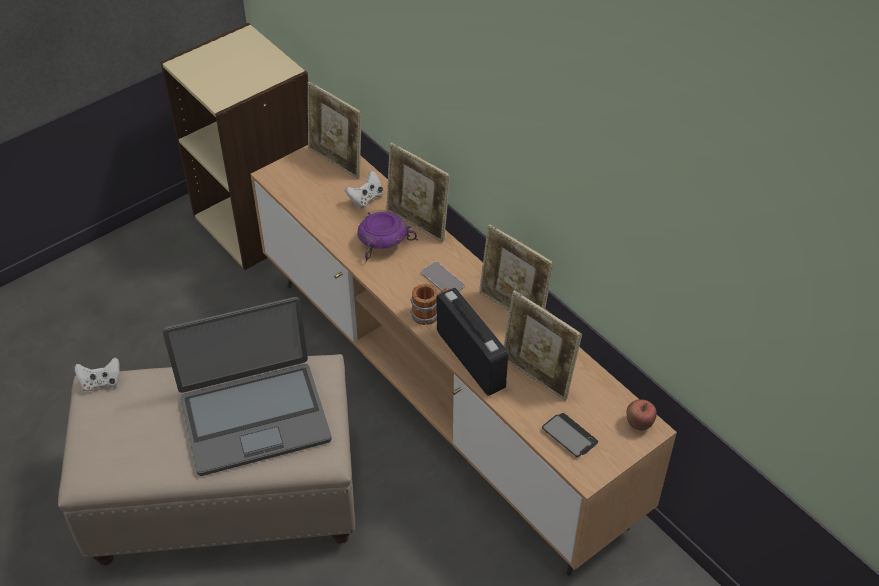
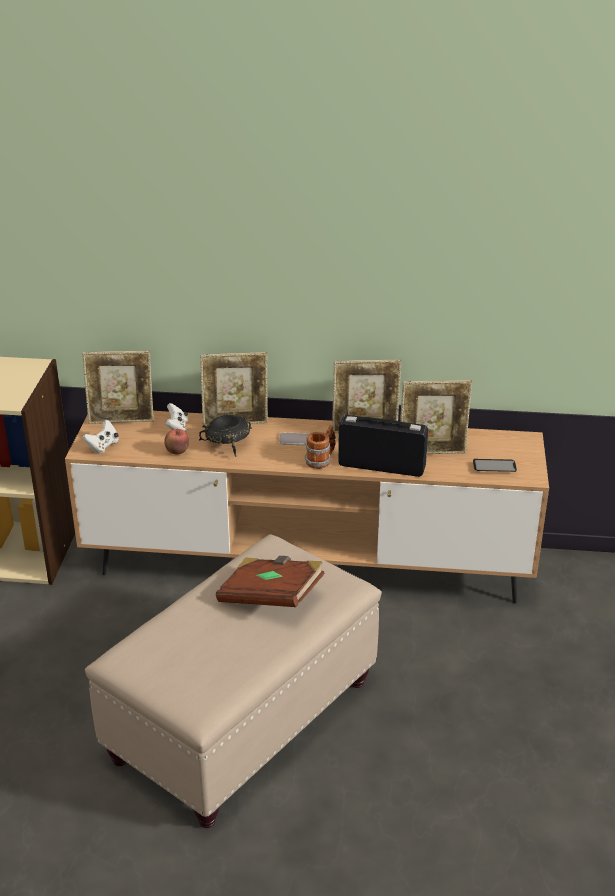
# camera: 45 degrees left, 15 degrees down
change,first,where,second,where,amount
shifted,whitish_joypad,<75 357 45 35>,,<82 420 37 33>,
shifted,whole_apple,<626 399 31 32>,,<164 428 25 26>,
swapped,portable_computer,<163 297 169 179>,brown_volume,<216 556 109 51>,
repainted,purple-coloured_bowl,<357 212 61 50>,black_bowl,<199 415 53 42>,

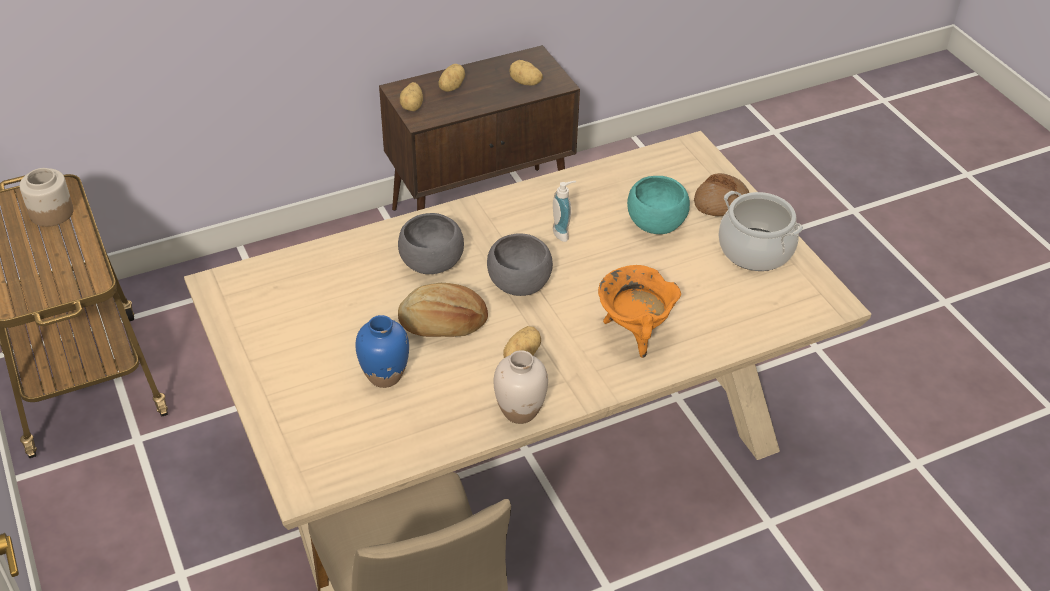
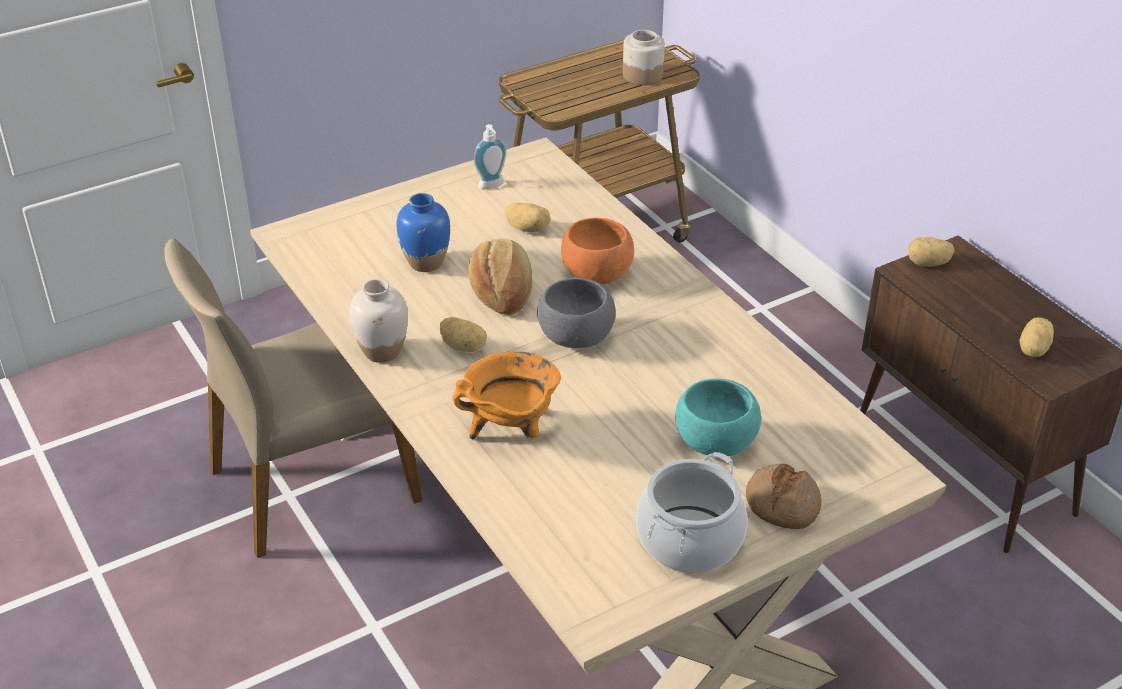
# camera: 85 degrees right, 5 degrees down
change,first,where,second,where,amount
shifted,whole_potato,<438 64 27 28>,,<505 203 46 29>,
shifted,soap_dispenser,<553 181 23 61>,,<474 124 33 66>,
repainted,gray_bowl,<398 213 66 61>,orange_bowl,<561 218 73 67>,

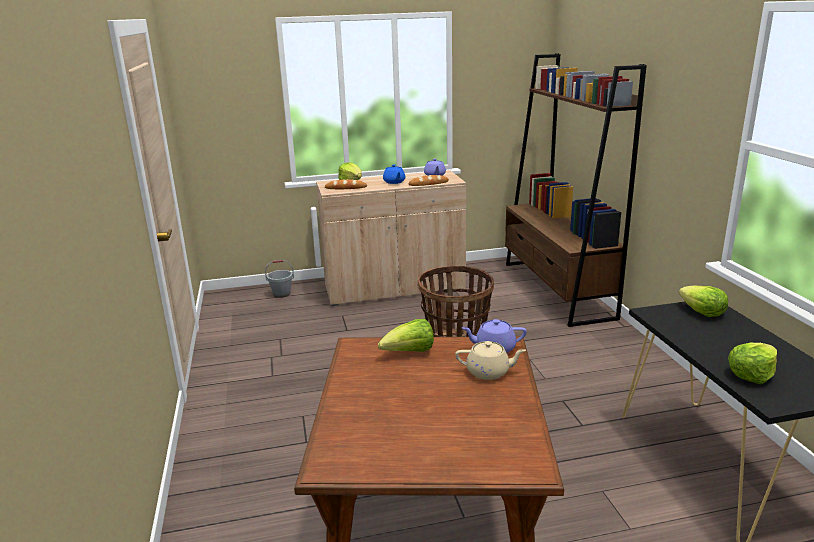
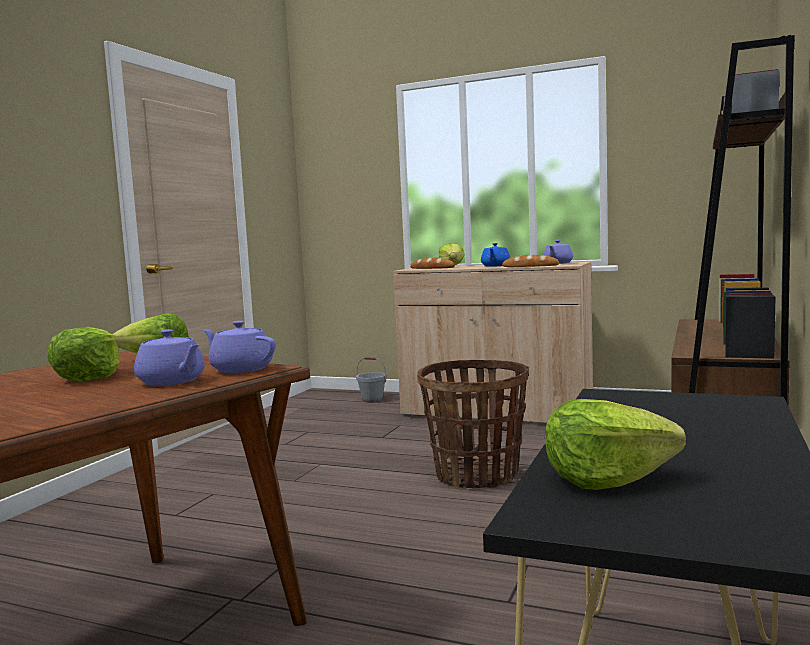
# camera: 35 degrees right, 15 degrees down
change,first,where,second,where,amount
shifted,lettuce,<679 286 49 31>,,<47 327 74 54>,
repainted,beige_tea_pot,<455 341 71 39>,purple-coloured_tea_pot,<134 329 71 57>,

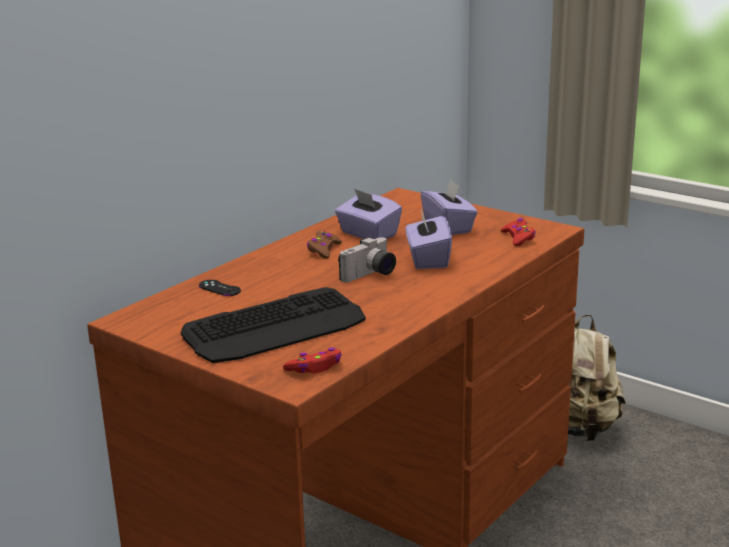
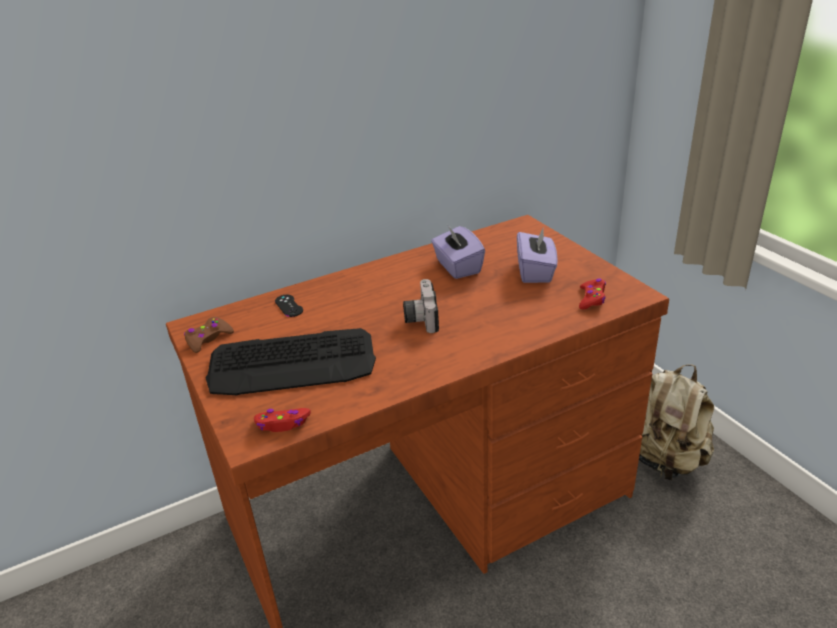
# camera: 25 degrees right, 10 degrees up
change,first,where,second,where,amount
gone,purple-coloured_tissue_box,<405 209 47 60>,,,
shifted,brown_joypad,<307 231 35 28>,,<184 317 50 36>,
rotated,photo_camera,<338 237 58 45>,,<403 279 36 54>,105 degrees clockwise

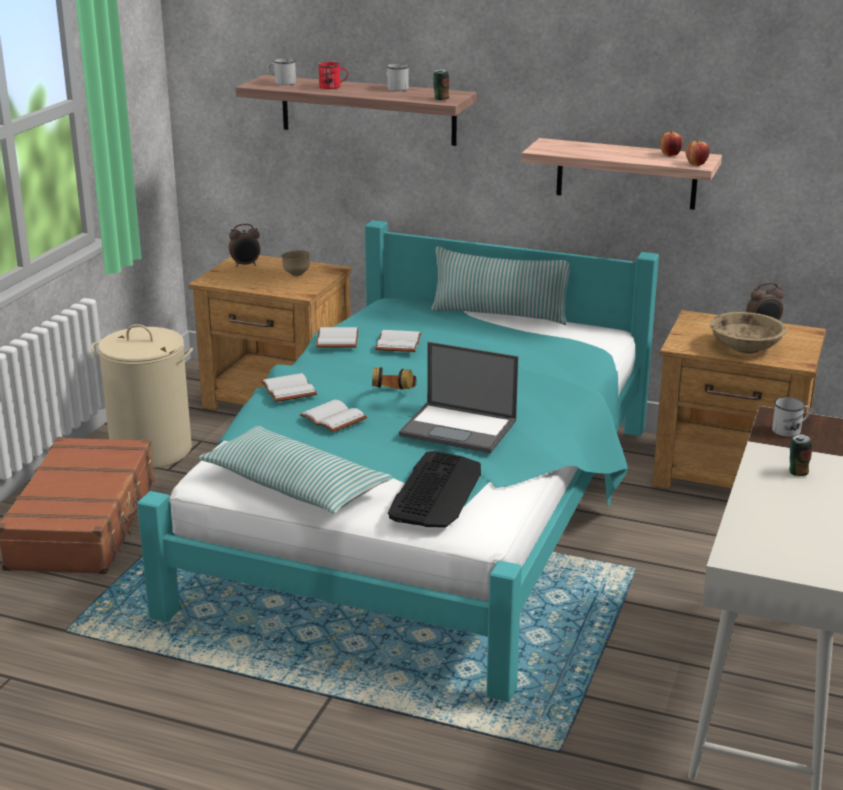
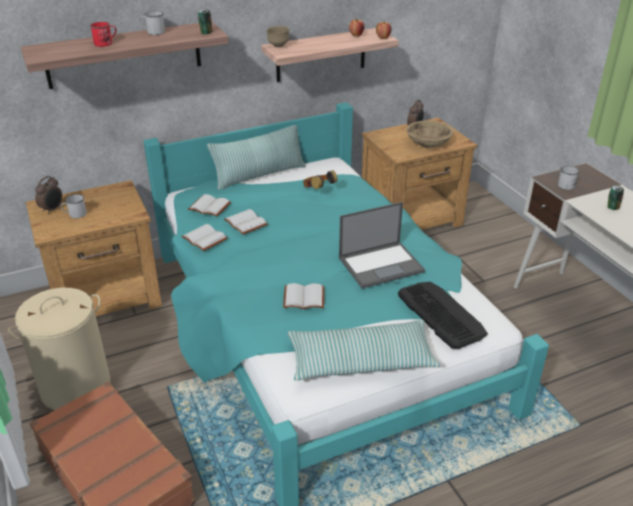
# camera: 45 degrees left, 10 degrees up
change,first,where,second,where,amount
shifted,whitish_volume,<261 373 56 29>,,<188 194 43 23>,
shifted,whitish_tea_mug,<269 58 27 27>,,<60 194 27 24>,
shifted,brown_bowl,<281 250 29 26>,,<266 26 23 22>,
shifted,headphones,<372 367 45 23>,,<303 170 35 19>,

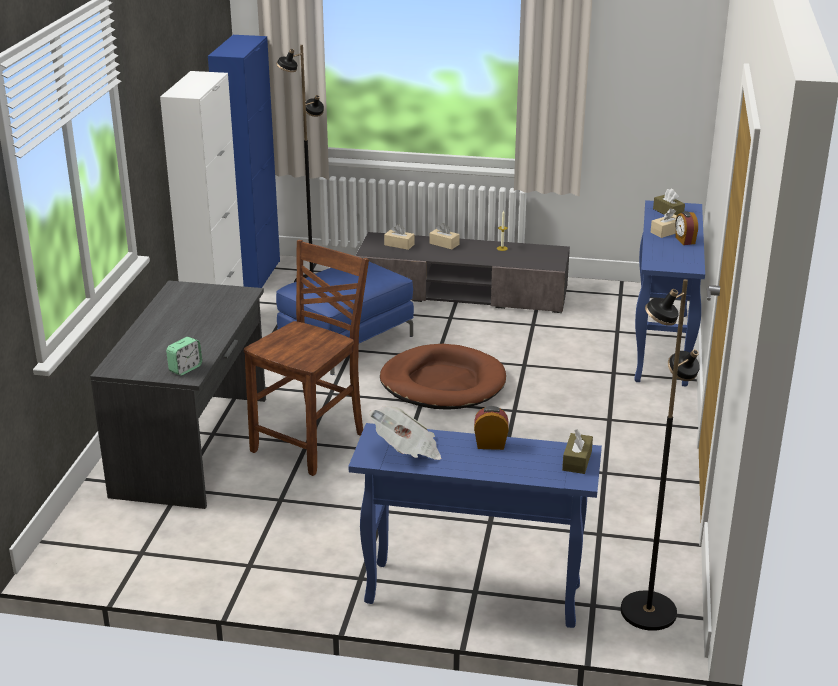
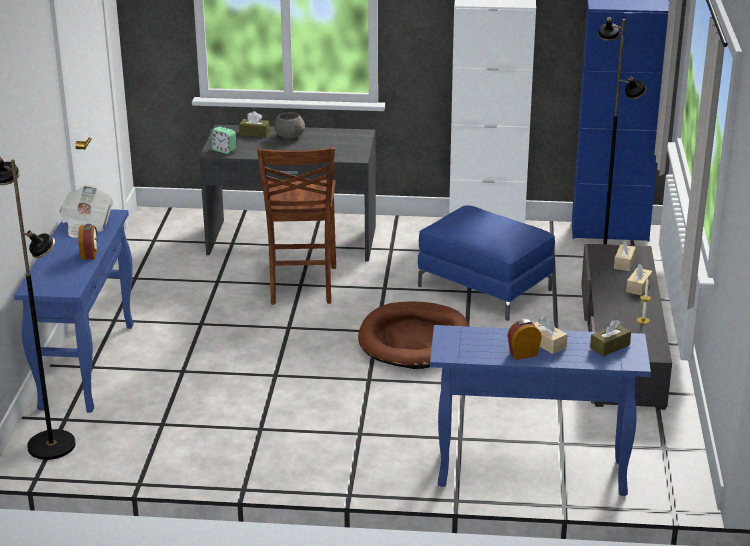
# camera: 85 degrees right, 0 degrees up
change,first,where,second,where,amount
new,,,gray_bowl,<274 112 31 27>,
shifted,brown_tissue_box,<562 429 31 45>,,<239 111 31 26>,
rotated,brown_chair,<244 240 125 236>,,<257 147 79 158>,60 degrees clockwise

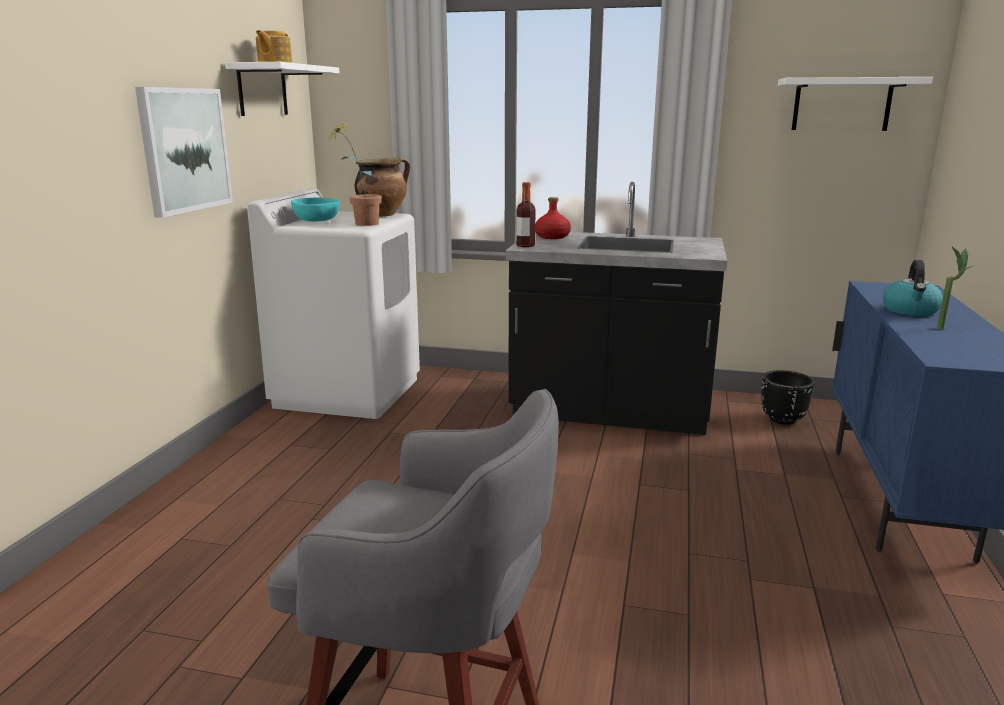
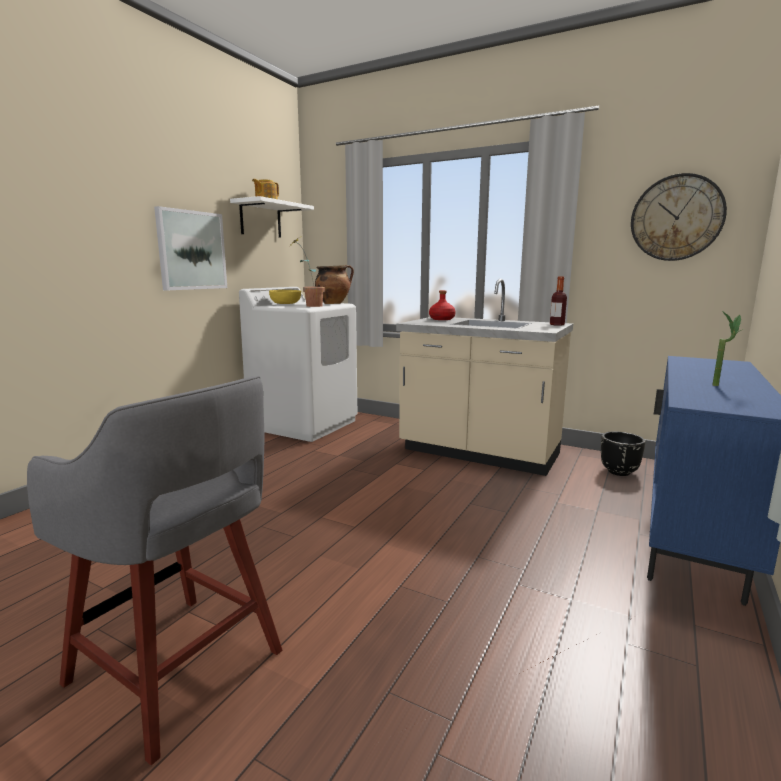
# camera: 15 degrees right, 5 degrees down
change,first,where,second,where,amount
gone,kettle,<883 260 60 56>,,,
shifted,bottle,<516 182 20 65>,,<550 277 17 49>,
swapped,whitish_shelf,<778 77 155 54>,clock_on_the_wall,<631 173 96 88>,
repainted,turquoise-coloured_bowl,<291 198 49 23>,yellow-coloured_bowl,<269 290 32 14>,
repainted,black_kitchen_counter,<506 182 221 253>,beige_kitchen_counter,<396 279 177 197>,

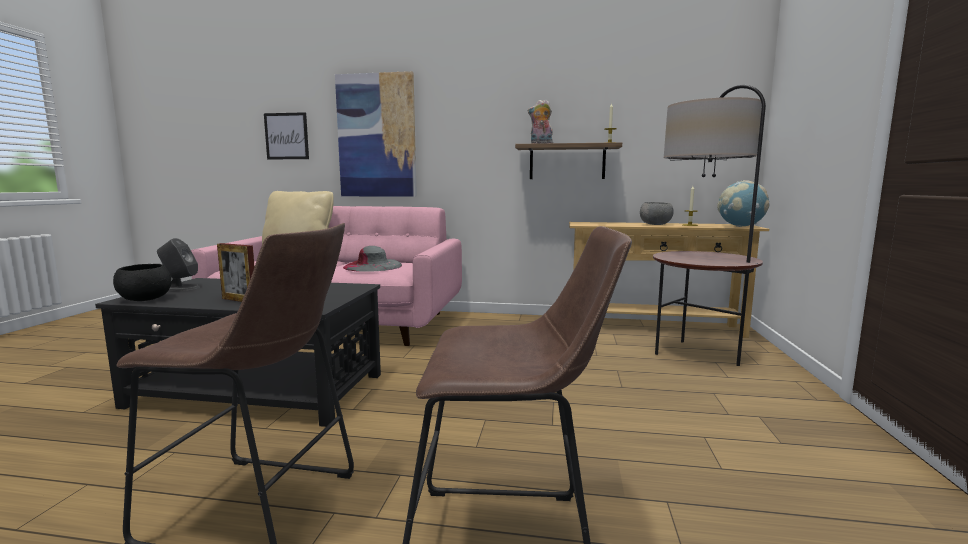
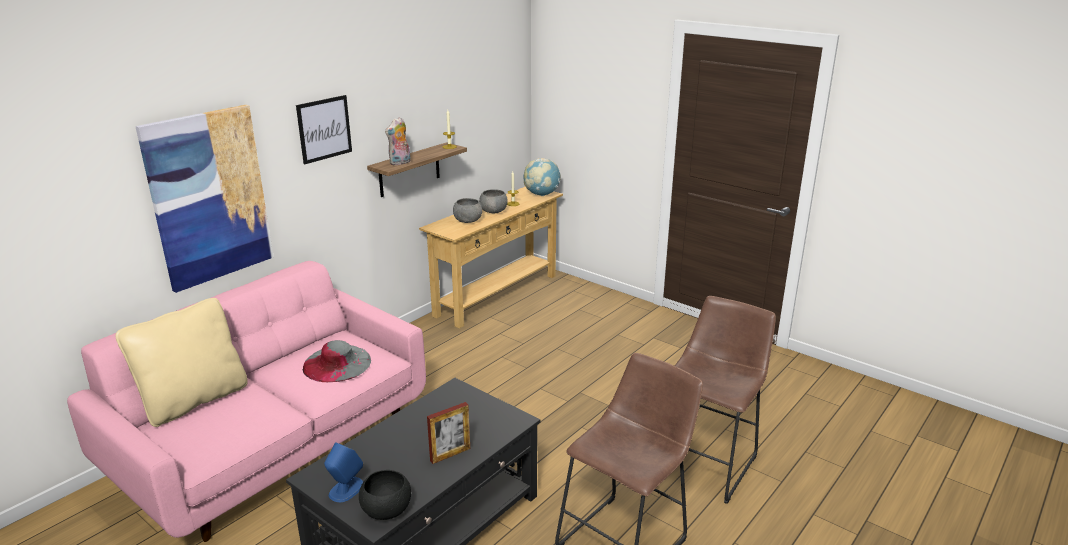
# camera: 60 degrees left, 15 degrees up
change,first,where,second,where,amount
gone,floor_lamp,<653 85 113 281>,,,
new,,,gray_bowl,<453 198 29 25>,
shifted,wall_art,<264 112 45 47>,,<296 95 56 69>,
repainted,gray_speaker,<157 238 42 53>,blue_speaker,<324 442 40 60>,

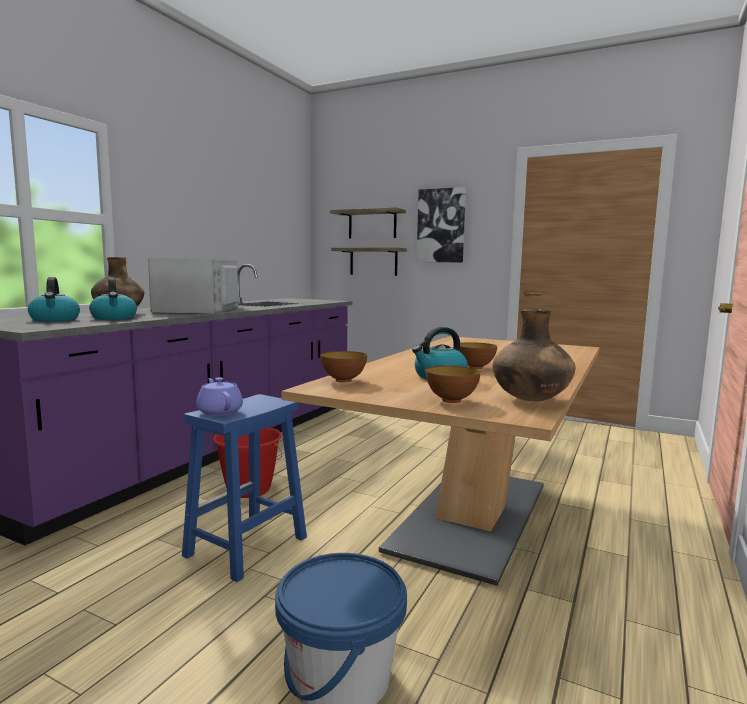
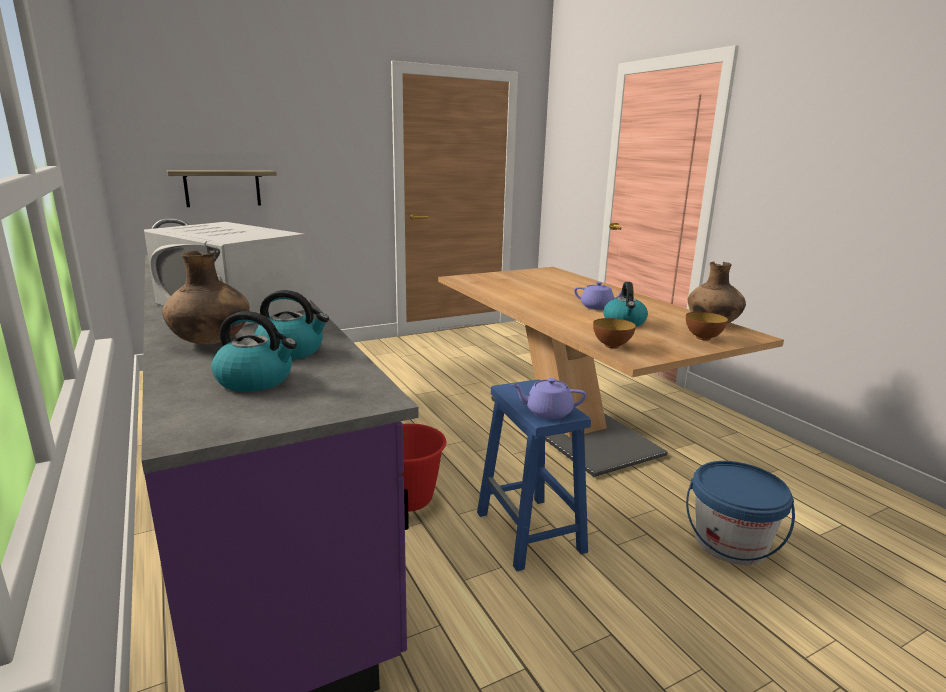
# camera: 55 degrees left, 10 degrees up
change,first,where,second,where,amount
gone,shelf,<330 207 76 32>,,,
gone,wall_art,<417 187 49 75>,,,
swapped,bowl,<459 342 38 27>,purple-coloured_tea_pot,<574 282 48 28>,

